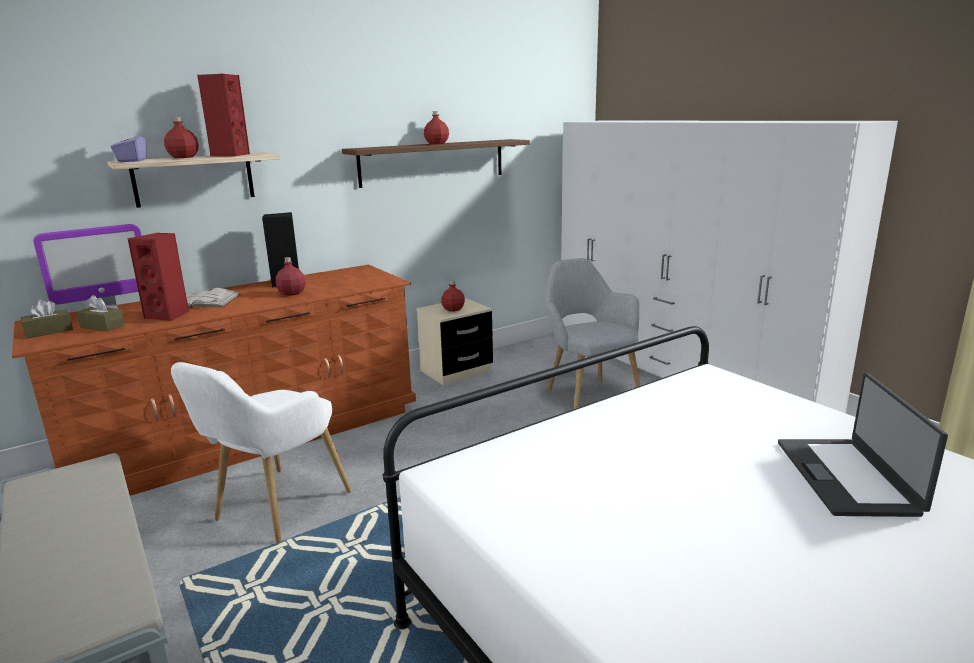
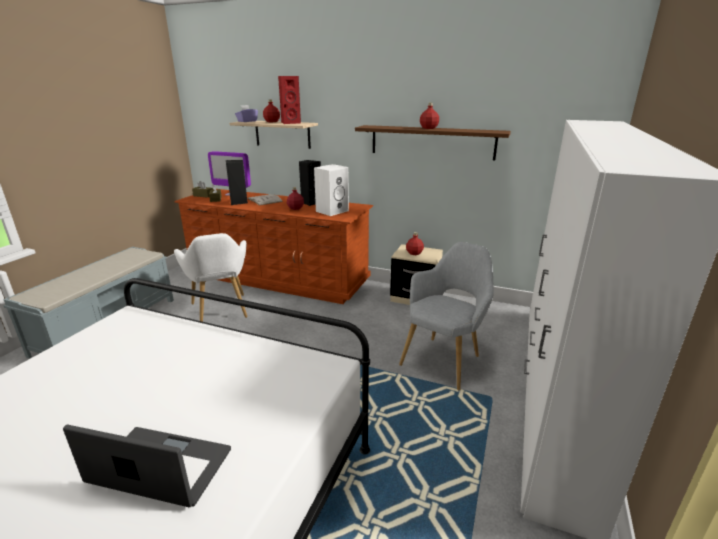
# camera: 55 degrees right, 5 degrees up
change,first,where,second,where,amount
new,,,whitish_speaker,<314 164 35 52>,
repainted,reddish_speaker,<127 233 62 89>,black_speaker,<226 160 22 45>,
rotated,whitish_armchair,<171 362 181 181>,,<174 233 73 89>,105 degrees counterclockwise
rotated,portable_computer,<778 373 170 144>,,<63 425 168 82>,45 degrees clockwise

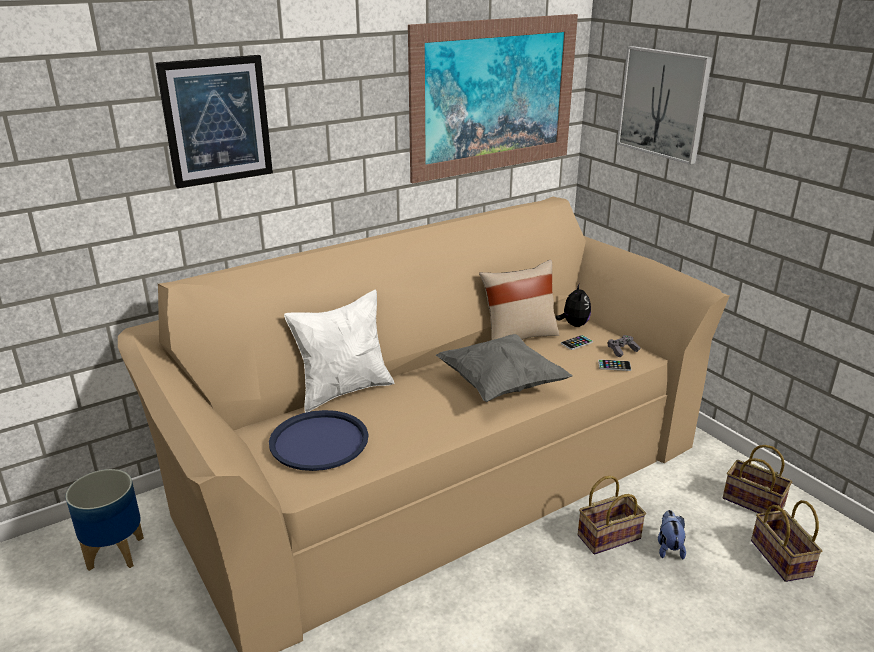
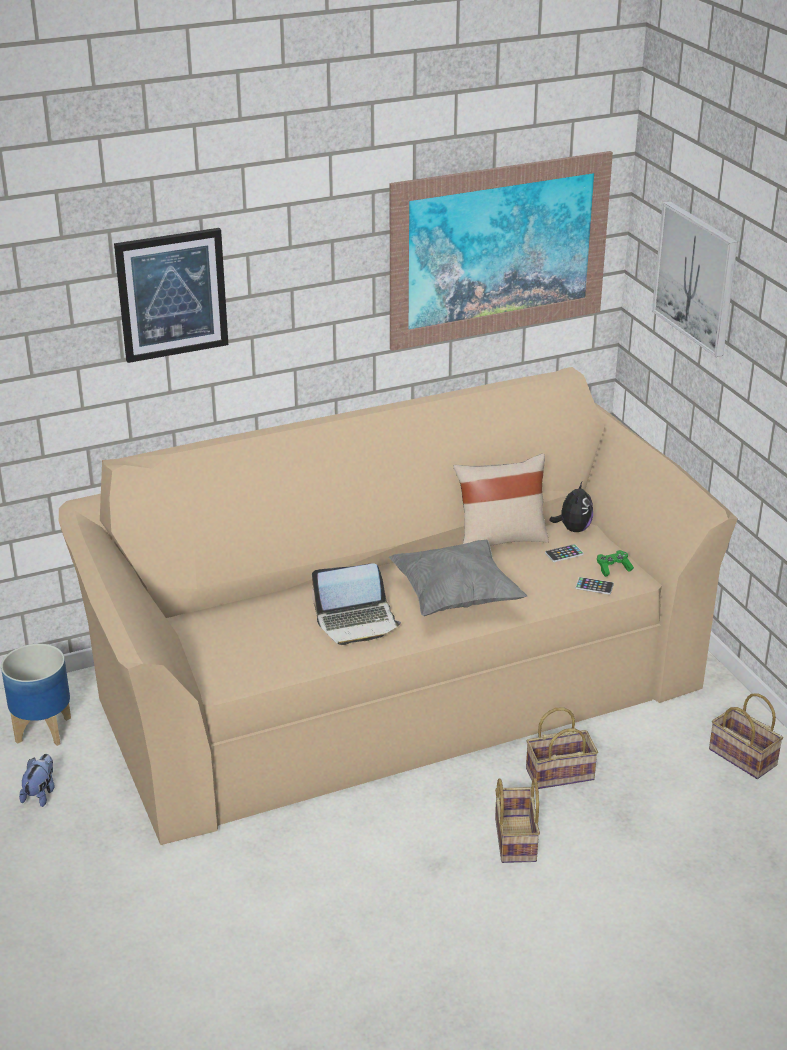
# camera: 10 degrees right, 5 degrees up
change,first,where,second,where,amount
gone,blue_serving_tray,<269 410 99 61>,,,
gone,whitish_pillow,<284 290 110 122>,,,
new,,,portable_computer,<312 563 89 82>,
shifted,cuddly_toy,<658 510 28 49>,,<19 754 36 53>,
shifted,basket,<751 500 71 82>,,<495 778 45 85>,
repainted,gray_joypad,<608 335 32 22>,green-coloured_joypad,<597 550 37 27>,

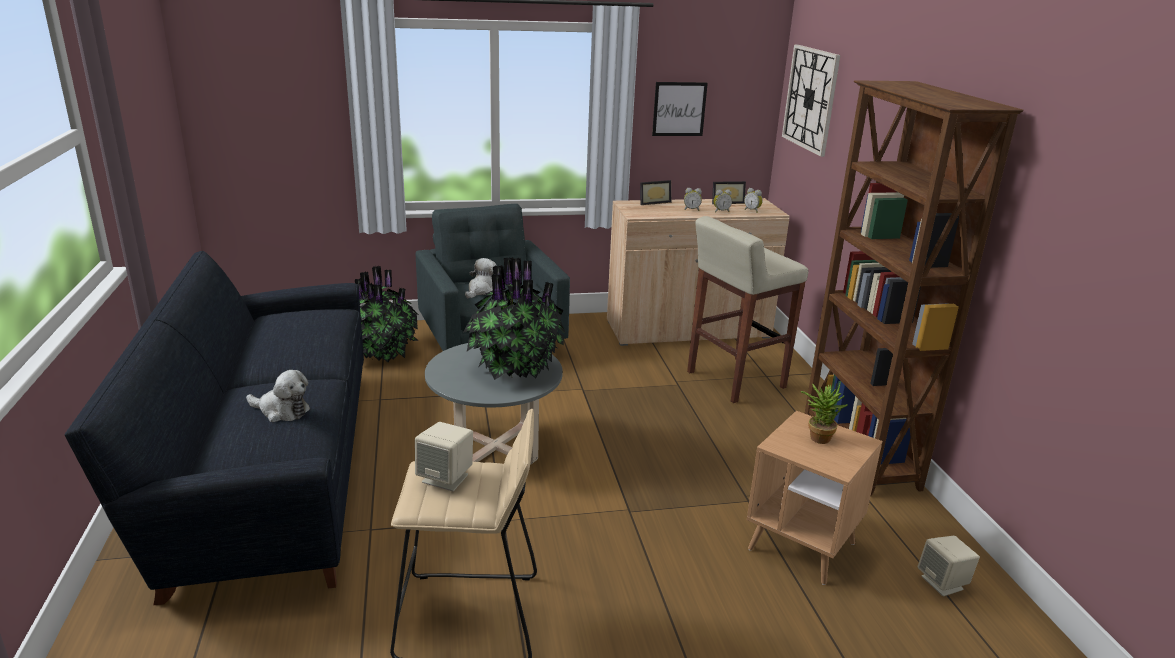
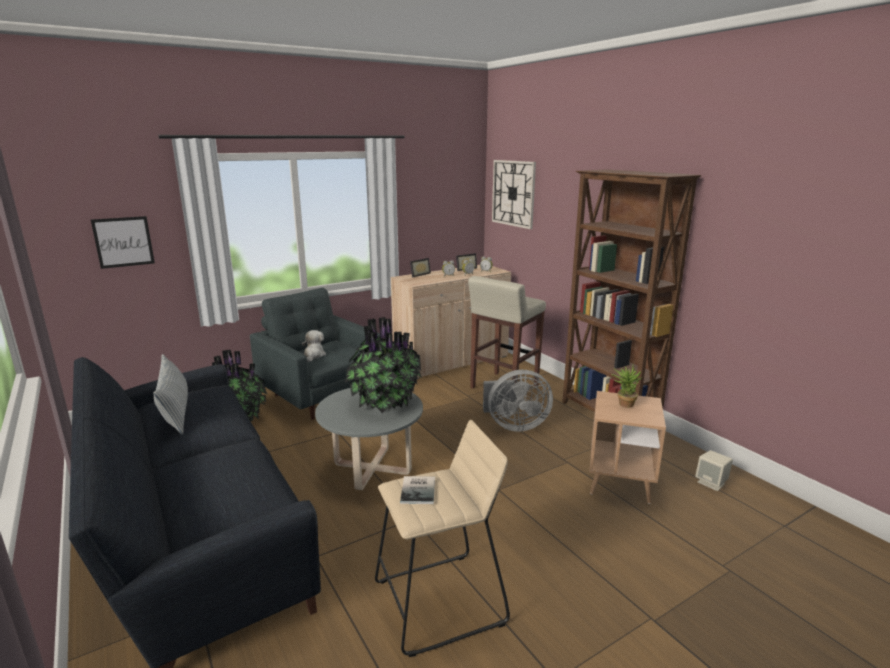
# camera: 20 degrees left, 5 degrees down
change,first,where,second,where,amount
gone,cuddly_toy,<246 370 64 52>,,,
new,,,pillow,<153 354 35 80>,
new,,,gray_fan,<483 370 70 62>,
shifted,wall_art,<652 82 56 54>,,<91 216 64 53>,
swapped,beige_speaker,<415 422 58 69>,volume,<400 476 35 28>,

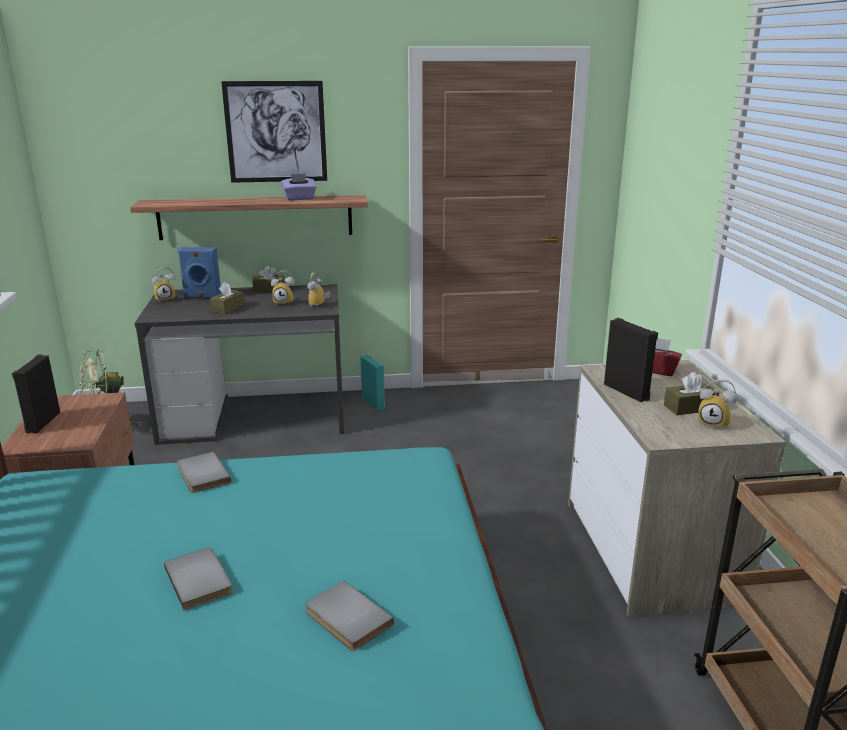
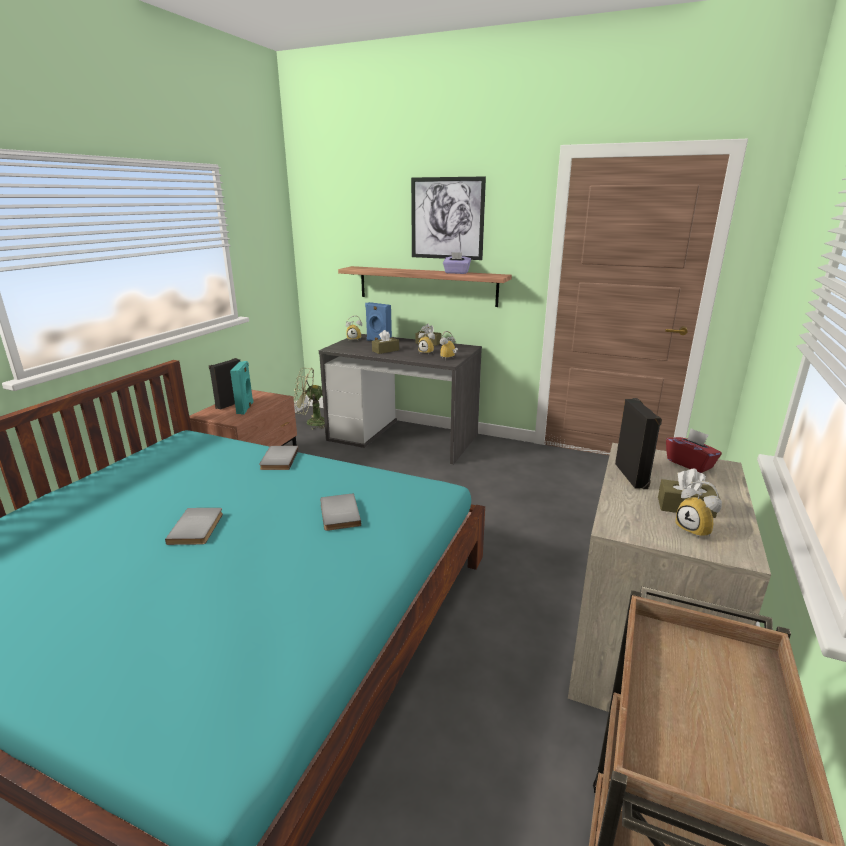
# camera: 30 degrees right, 0 degrees up
change,first,where,second,where,amount
shifted,gray_volume,<305 581 89 70>,,<320 493 41 38>,
shifted,turquoise-coloured_speaker,<361 355 24 55>,,<230 361 24 53>,

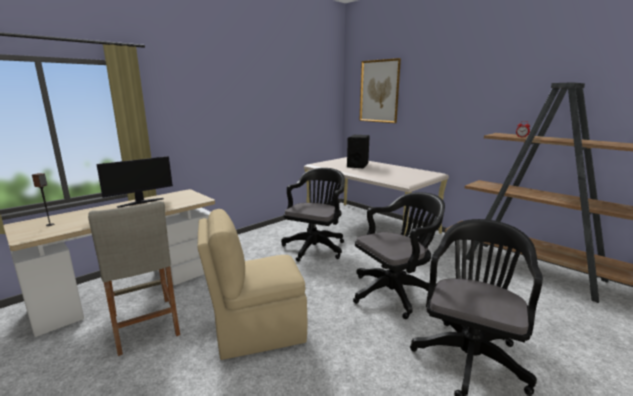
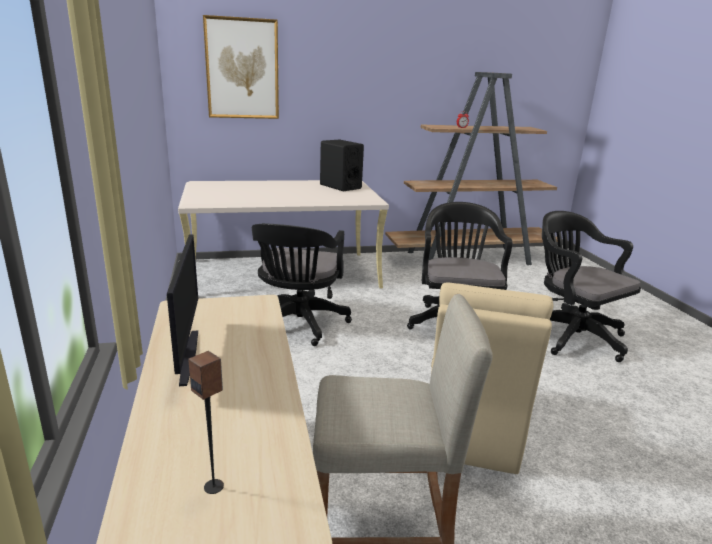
# camera: 60 degrees left, 5 degrees up
change,first,where,second,where,amount
shifted,black_speaker,<347 135 22 33>,,<320 139 44 52>,
rotated,black_desk_chair,<281 168 64 94>,,<252 223 100 123>,135 degrees counterclockwise

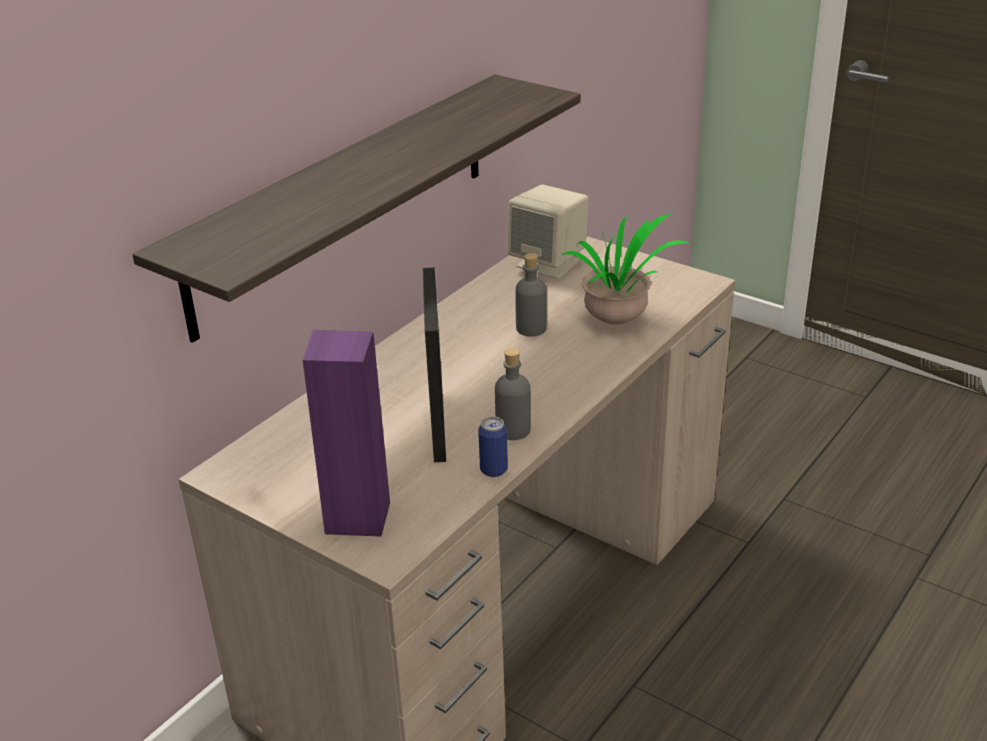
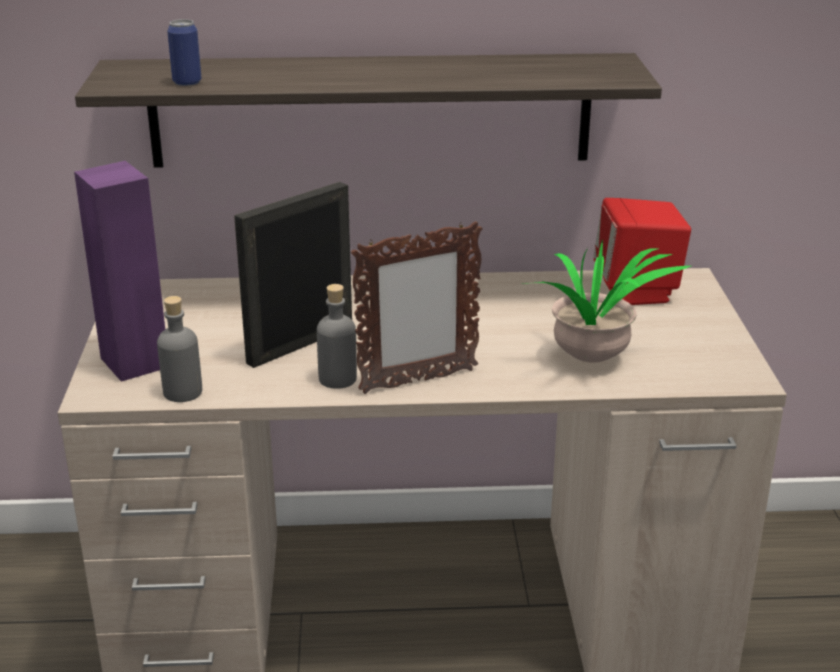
# camera: 50 degrees right, 5 degrees down
change,first,where,second,where,amount
new,,,photo_frame,<351 221 132 173>,
shifted,sealed_can,<478 416 30 61>,,<167 19 34 67>,
shifted,gray_bottle,<515 253 32 84>,,<157 296 45 106>,
repainted,beige_speaker,<507 185 82 94>,reddish_speaker,<593 198 98 107>,

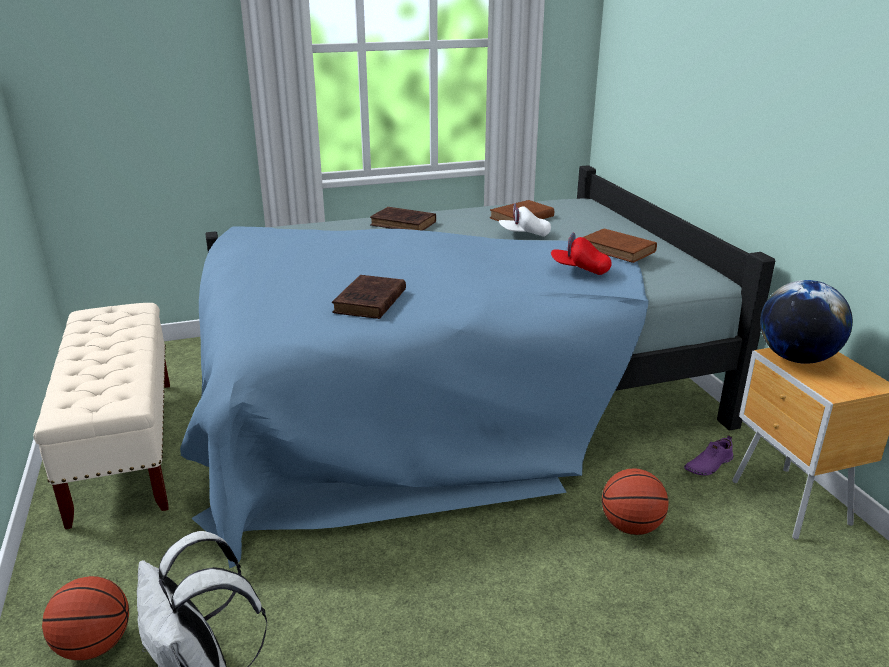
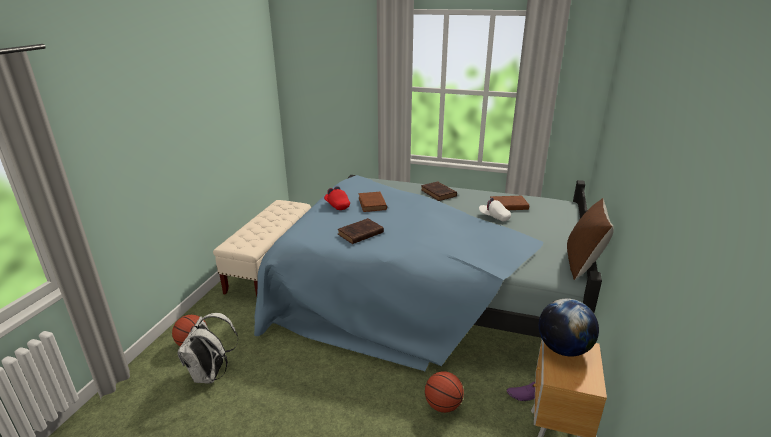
# camera: 35 degrees right, 0 degrees up
change,first,where,second,where,amount
new,,,brown_pillow,<567 198 47 82>,
shifted,reddish_baseball_cap,<551 233 61 42>,,<324 186 26 24>,
shifted,brown_volume,<583 228 74 35>,,<359 192 28 20>,

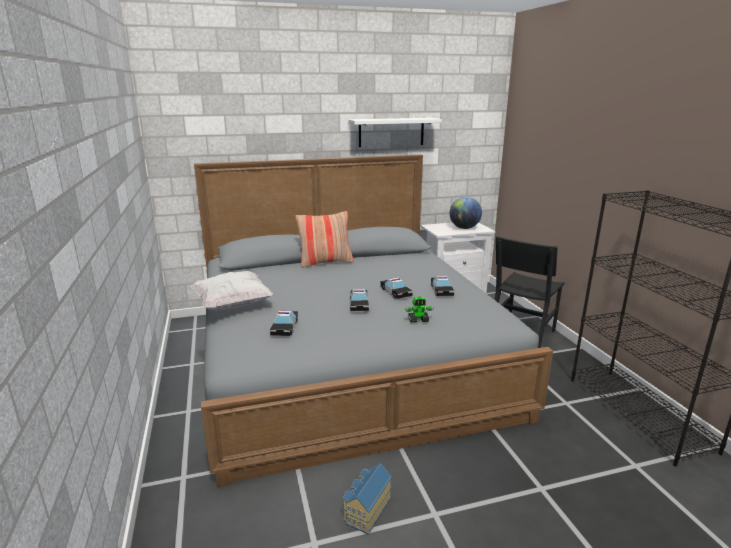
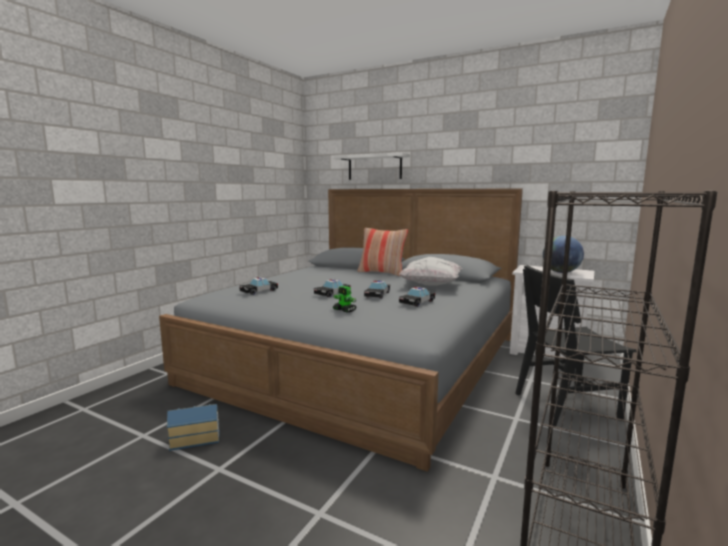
# camera: 45 degrees right, 10 degrees down
change,first,where,second,where,amount
shifted,whitish_pillow,<191 271 82 39>,,<400 257 62 29>,
shifted,whitish_shelf,<349 118 93 29>,,<332 152 78 28>,

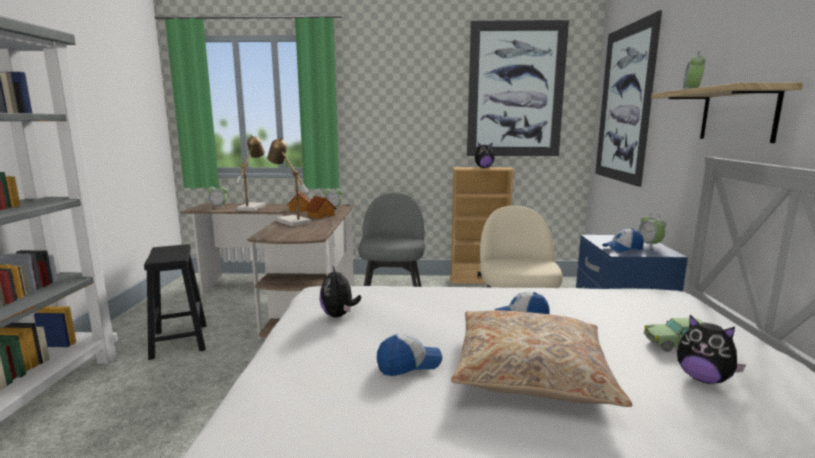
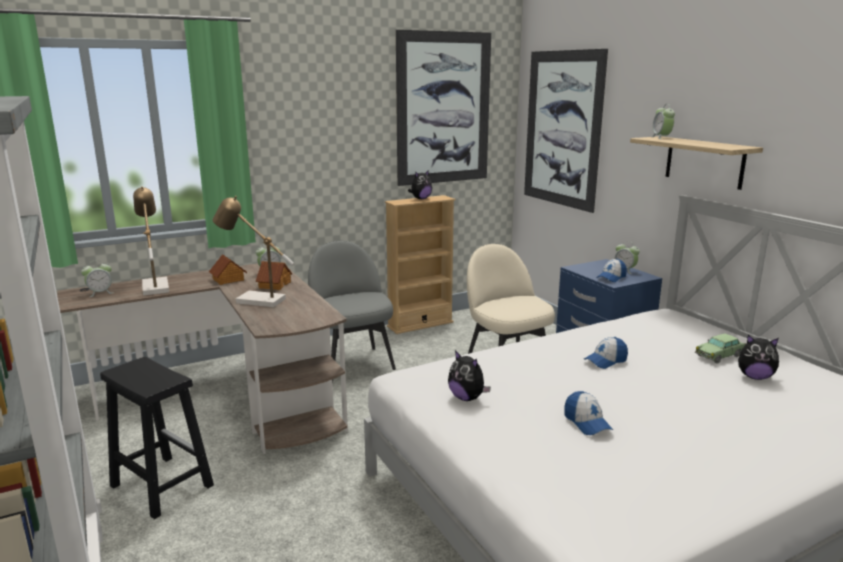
# camera: 30 degrees left, 5 degrees up
change,first,where,second,where,amount
gone,beige_pillow,<451 310 181 97>,,,
rotated,baseball_cap,<377 334 65 42>,,<564 391 49 44>,120 degrees clockwise

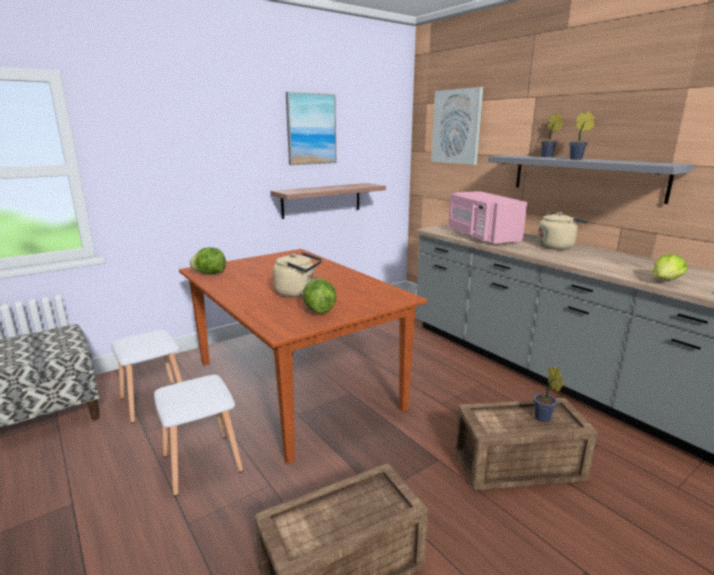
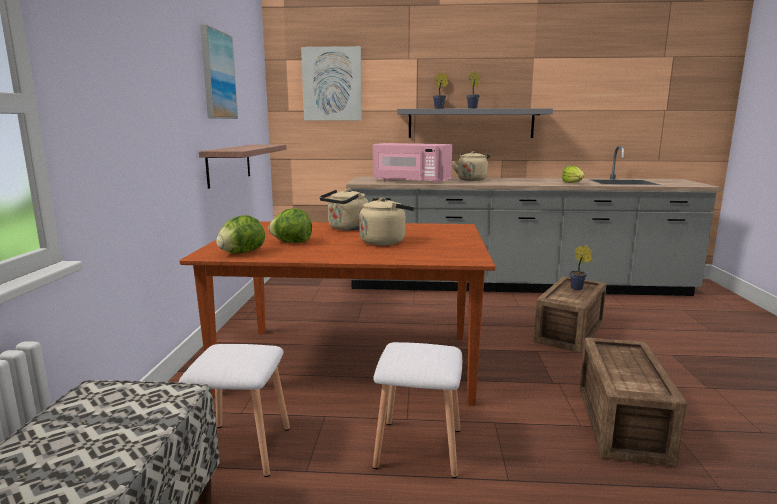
# camera: 50 degrees left, 5 degrees down
change,first,where,second,where,amount
new,,,beige_kettle,<320 189 48 41>,
shifted,lettuce,<302 278 35 36>,,<268 208 44 35>,

